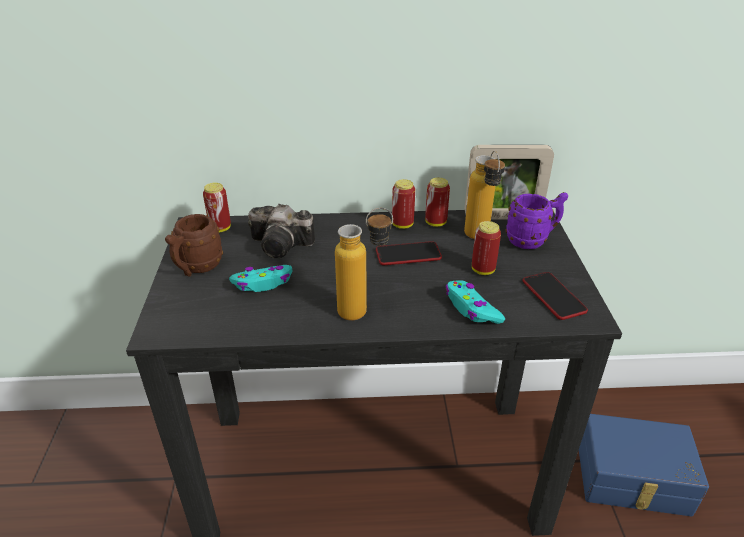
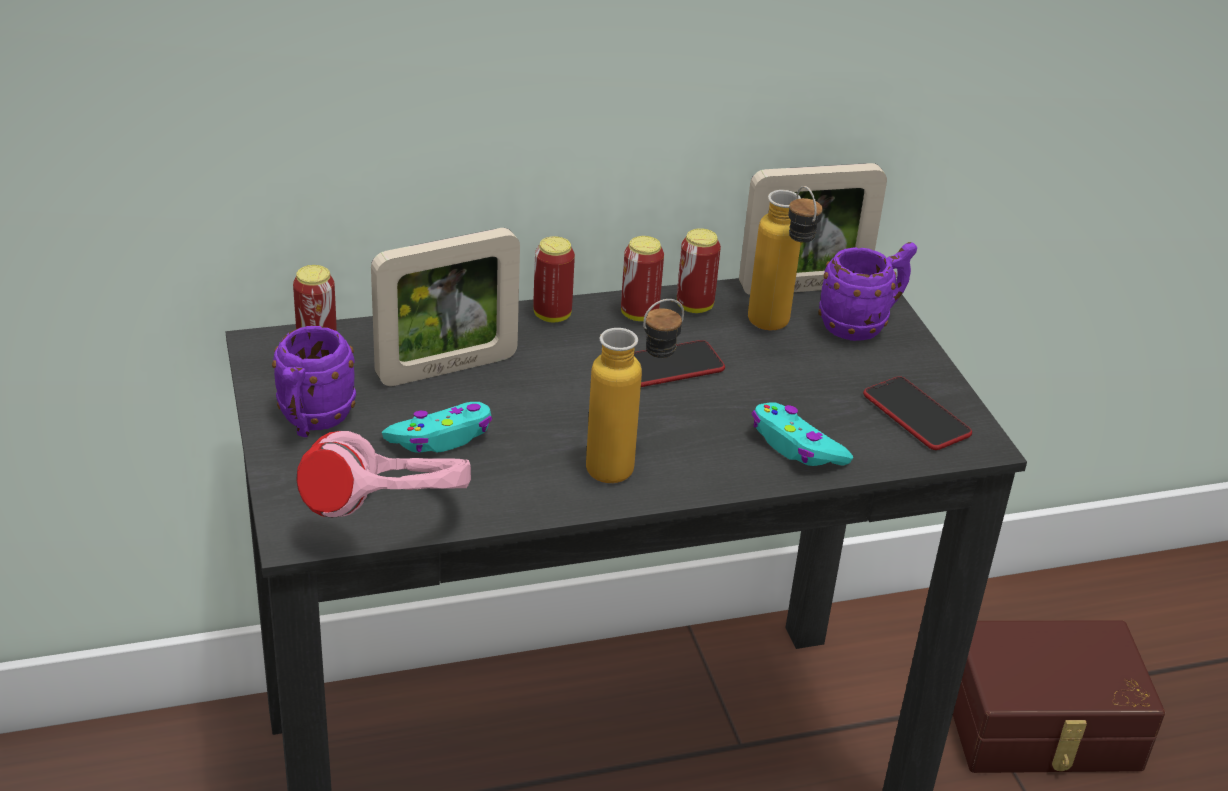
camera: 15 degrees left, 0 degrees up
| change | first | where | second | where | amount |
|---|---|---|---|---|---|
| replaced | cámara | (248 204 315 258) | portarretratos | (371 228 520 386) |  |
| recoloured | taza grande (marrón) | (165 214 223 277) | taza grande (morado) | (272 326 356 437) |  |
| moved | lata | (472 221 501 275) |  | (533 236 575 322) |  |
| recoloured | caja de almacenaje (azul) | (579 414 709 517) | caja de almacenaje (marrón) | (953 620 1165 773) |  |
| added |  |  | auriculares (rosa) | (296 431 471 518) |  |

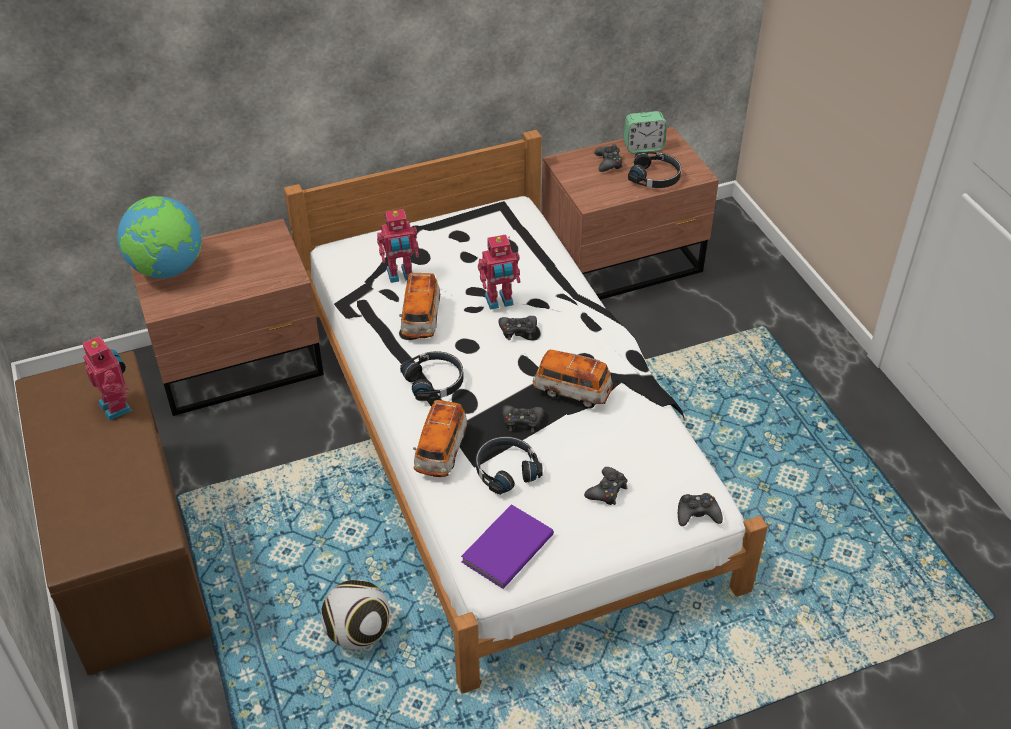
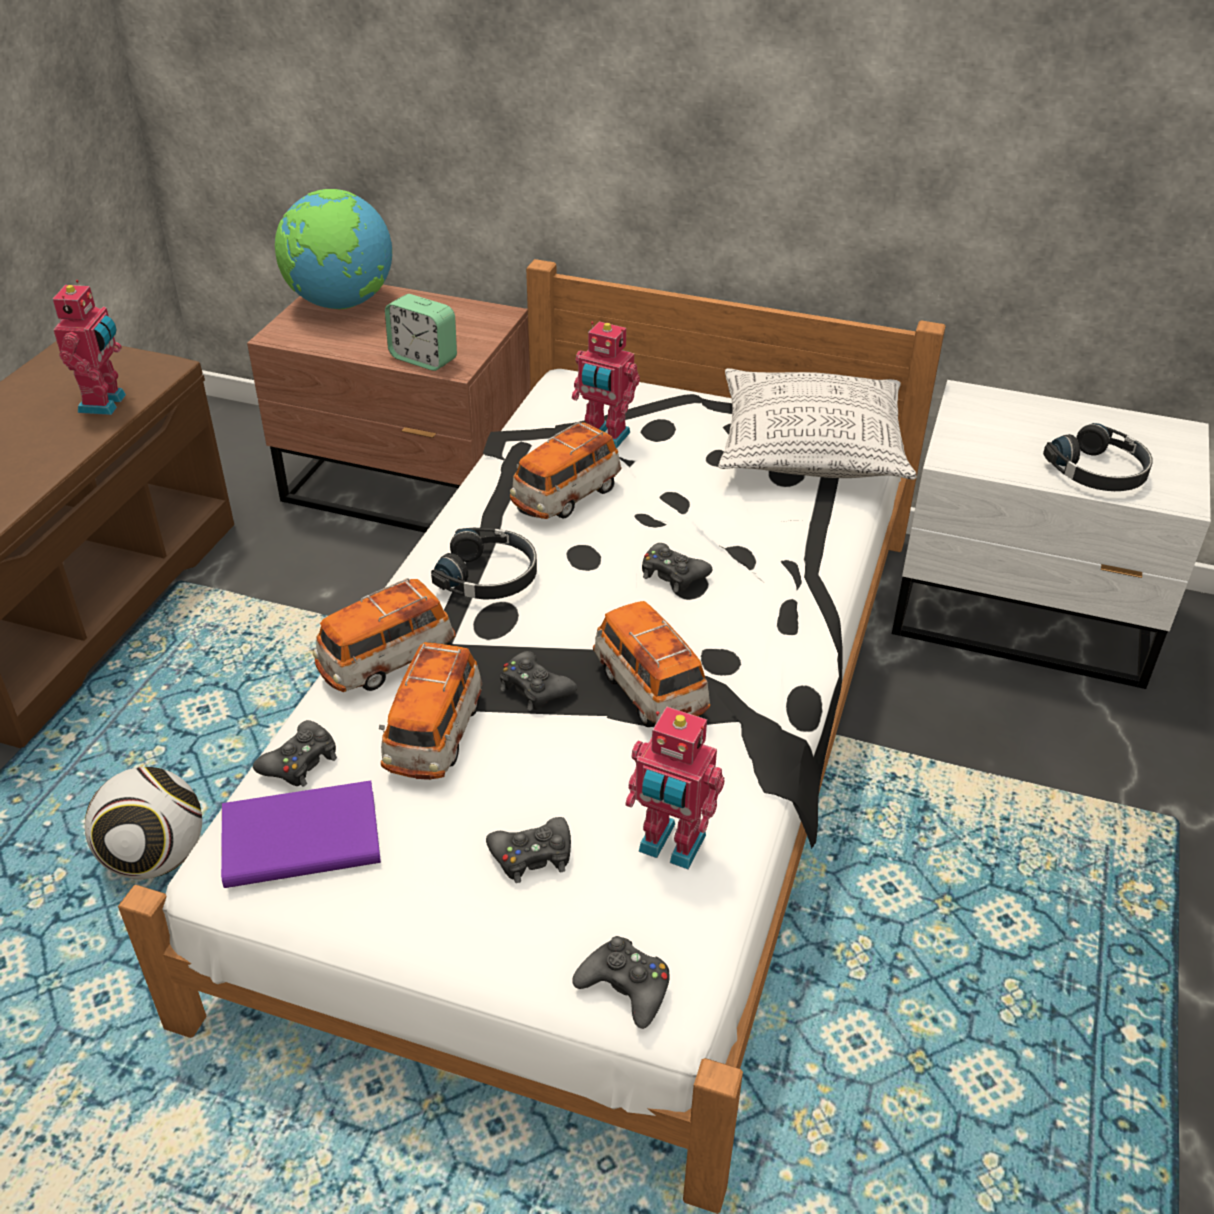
camera: 40 degrees right, 5 degrees down
| change | first | where | second | where | amount |
|---|---|---|---|---|---|
| moved | despertador | (624 111 667 153) |  | (385 294 457 371) |  |
| recoloured | mesita de noche (marrón) | (541 127 719 300) | mesita de noche (blanco) | (892 380 1211 689) |  |
| moved | mando de consola (negro) | (594 144 623 172) |  | (253 720 337 787) |  |
| moved | robot de juguete | (478 235 520 310) |  | (625 707 724 869) |  |
| replaced | auriculares (negro) | (476 437 543 495) | coche de juguete | (379 642 482 780) |  |
| added |  |  | cojín | (718 368 916 480) |  |

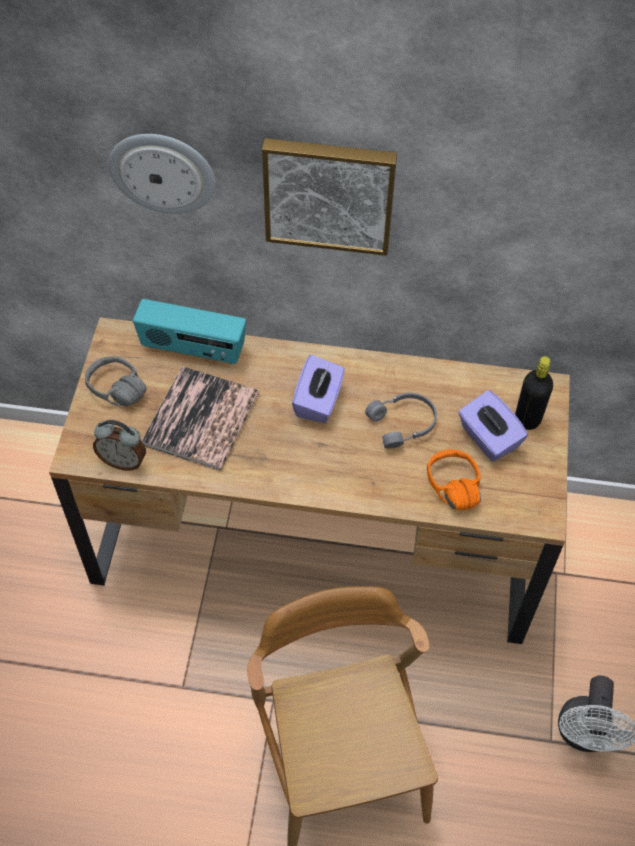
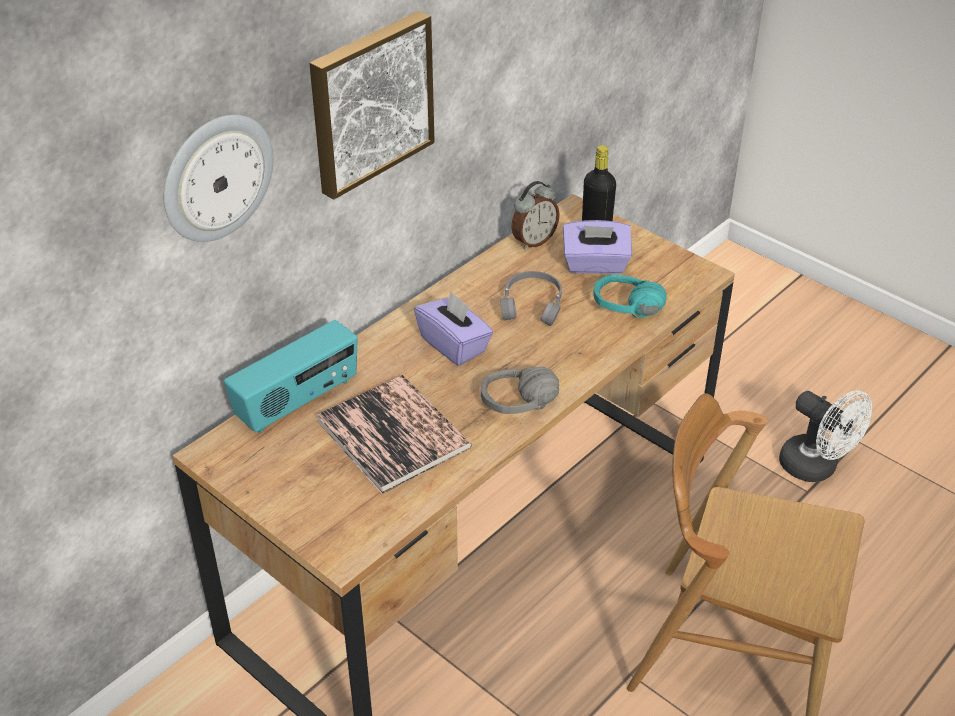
camera: 55 degrees left, 15 degrees down
| change | first | where | second | where | amount |
|---|---|---|---|---|---|
| moved | auriculares (gris) | (85 356 147 406) |  | (481 367 559 414) |  |
| moved | despertador | (93 420 146 471) |  | (511 181 560 250) |  |
| recoloured | auriculares (naranja) | (427 449 481 510) | auriculares (turquesa) | (593 275 667 318) |  |

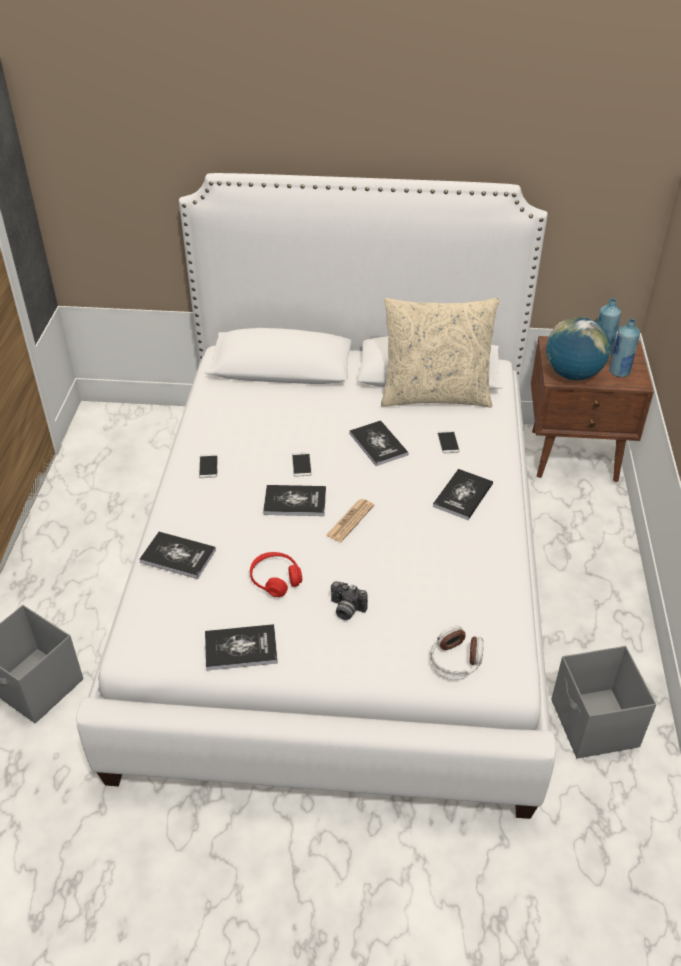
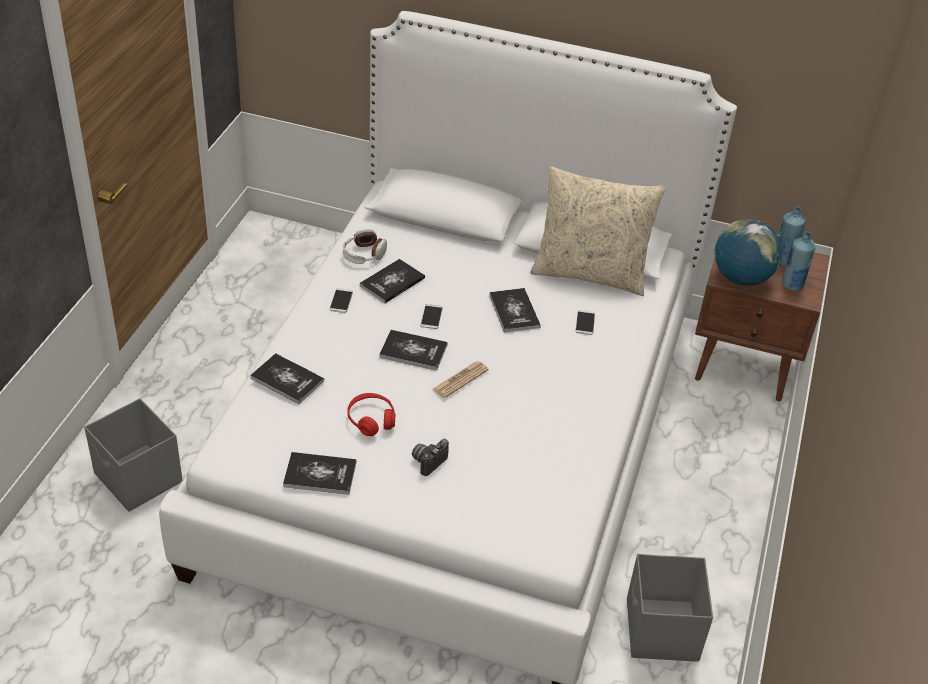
camera: 10 degrees right, 0 degrees up
| change | first | where | second | where | amount |
|---|---|---|---|---|---|
| moved | libro | (433 469 493 520) |  | (360 259 425 303) |  |
| turned | cámara | (331 581 368 620) |  | (412 439 449 476) | 90 degrees clockwise |
| moved | auriculares | (430 626 483 680) |  | (343 229 387 264) |  |

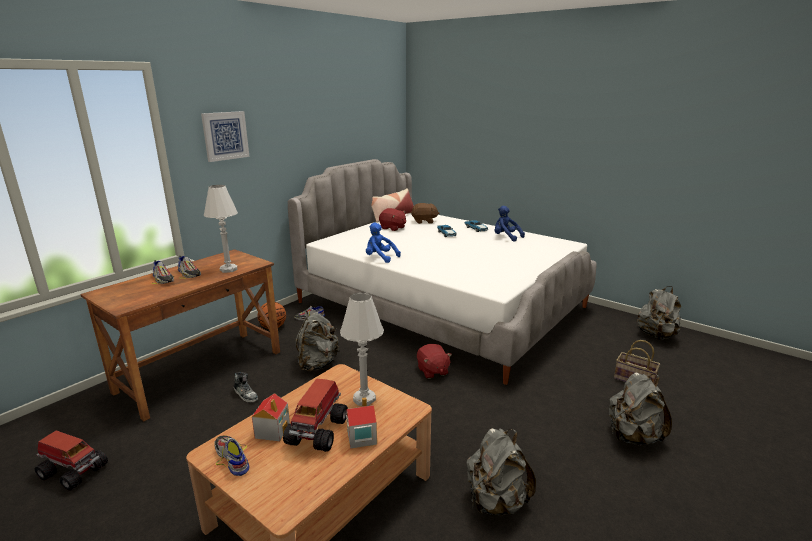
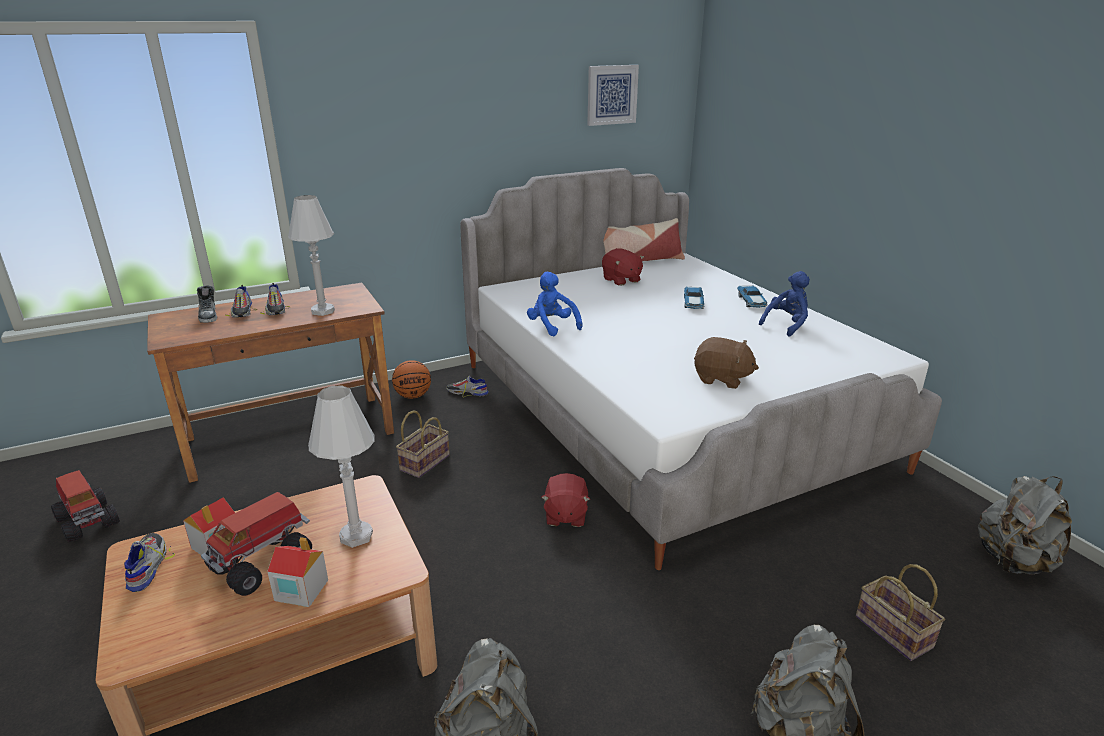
camera: 25 degrees right, 5 degrees up
| change | first | where | second | where | amount |
|---|---|---|---|---|---|
| moved | cuadro | (201 111 250 162) |  | (587 65 639 126) |  |
| moved | peluche (marrón) | (411 203 439 224) |  | (694 337 759 389) |  |
| turned | peluche (azul) | (495 206 525 242) |  | (759 271 810 337) | 75 degrees clockwise |
| replaced | mochila (gris) | (295 310 340 372) | cesta | (396 410 450 478) |  |
| moved | zapato | (234 372 258 402) |  | (197 286 217 323) |  |

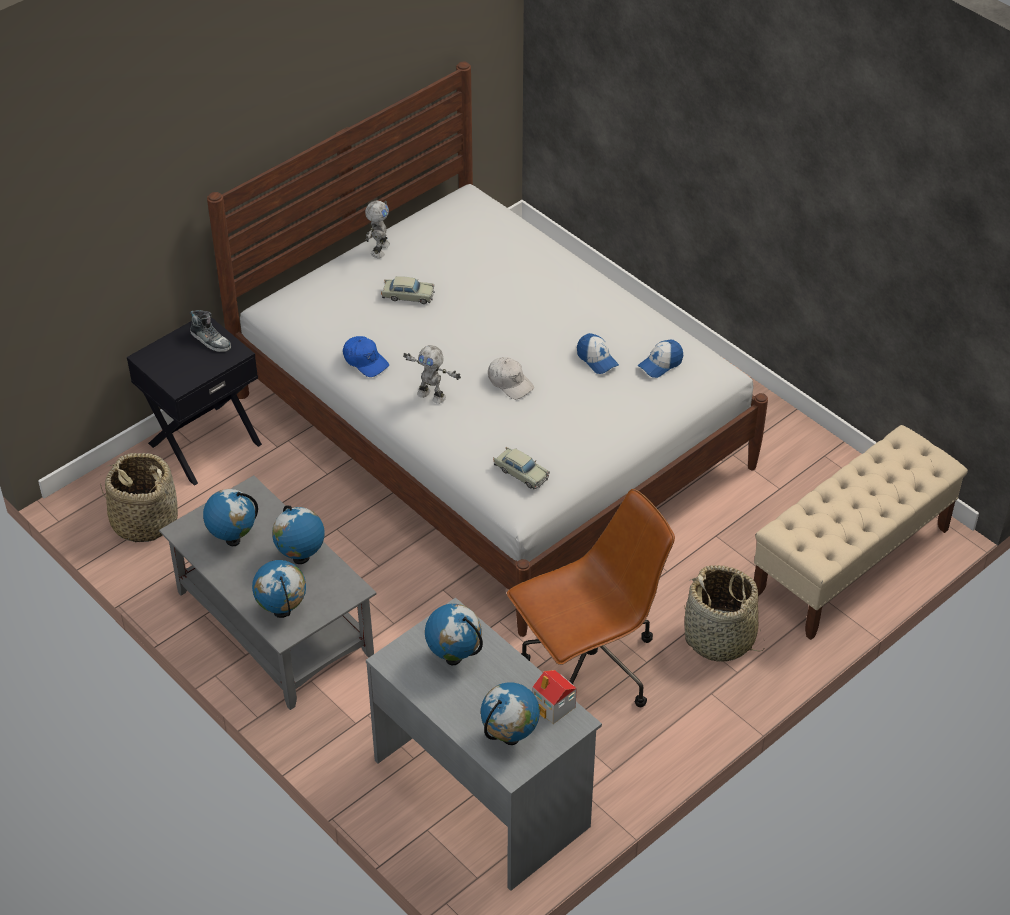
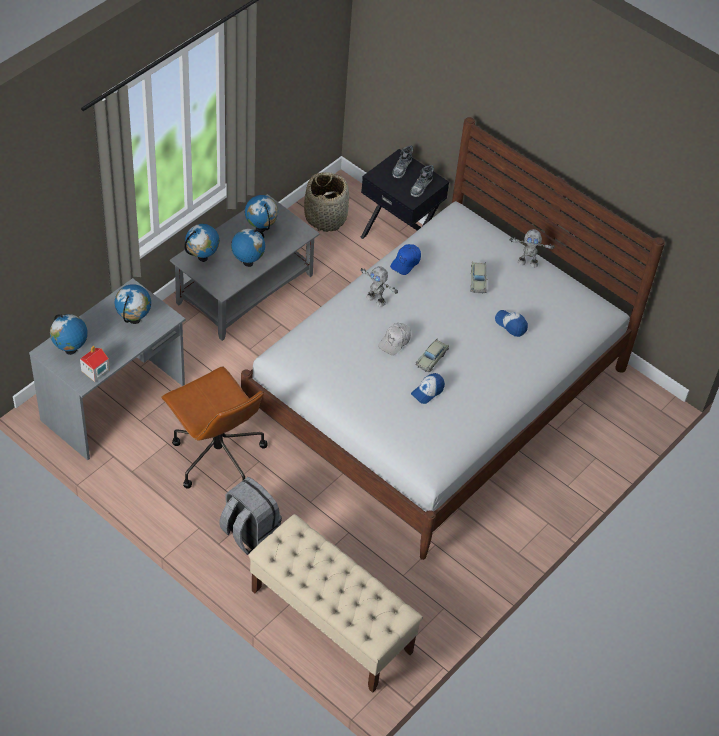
camera: 80 degrees right, 5 degrees up
| change | first | where | second | where | amount |
|---|---|---|---|---|---|
| moved | gorra | (638 340 683 378) |  | (495 310 528 337) |  |
| turned | robot de juguete | (403 345 461 404) |  | (360 267 398 307) | 75 degrees counterclockwise |
| moved | coche de juguete (beis) | (494 447 550 490) |  | (416 338 449 373) |  |
| replaced | cesta | (684 565 765 662) | mochila (gris) | (219 477 282 555) |  |
| added |  |  | zapato | (393 145 413 178) |  |

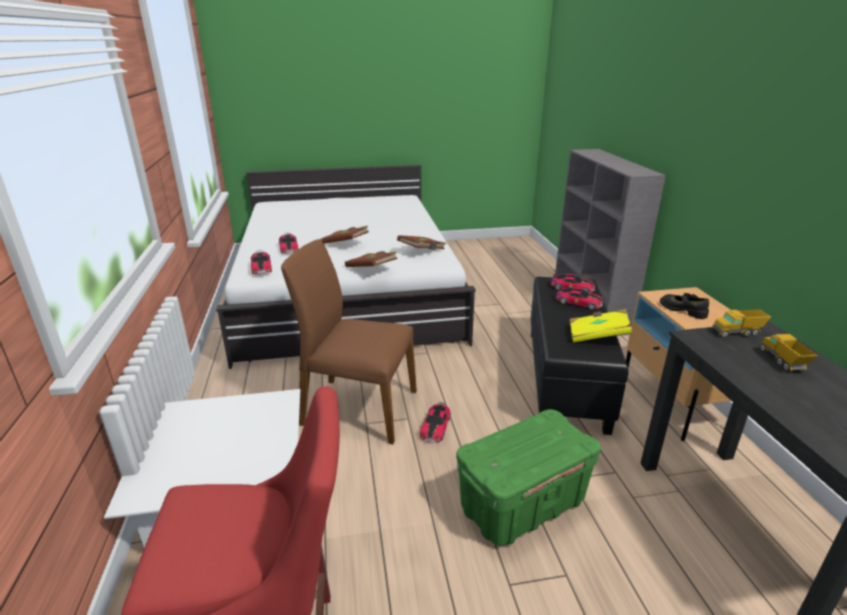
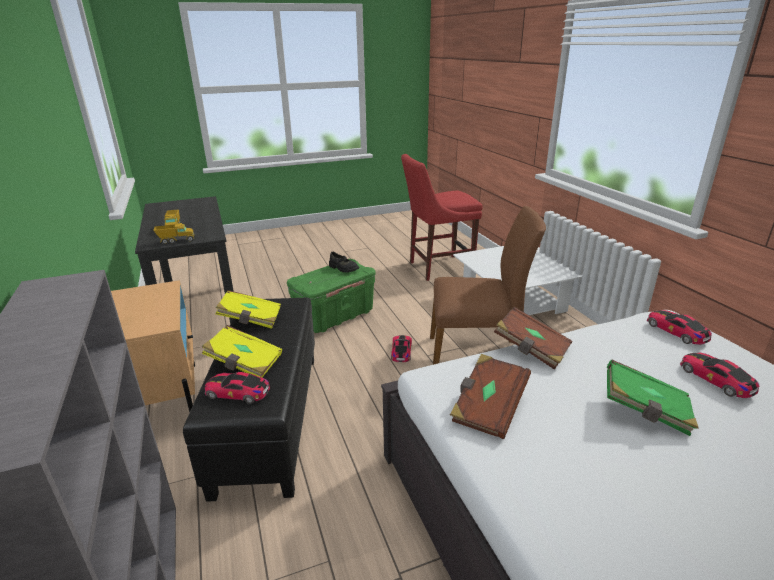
camera: 170 degrees right, 0 degrees up
| change | first | where | second | where | amount |
|---|---|---|---|---|---|
| recoloured | libro (marrón) | (321 226 369 244) | libro (verde) | (607 360 699 436) |  |
| replaced | coche de juguete | (556 287 603 310) | libro (amarillo) | (202 325 282 377) |  |
| moved | zapato (negro) | (660 293 709 319) |  | (329 252 359 273) |  |

